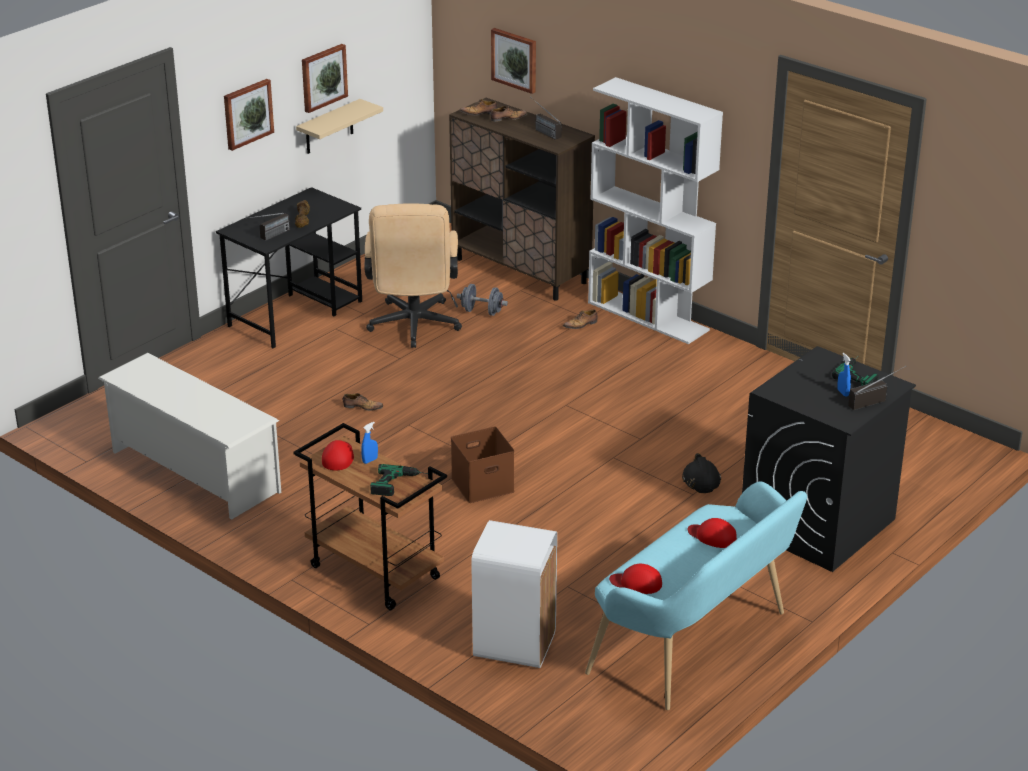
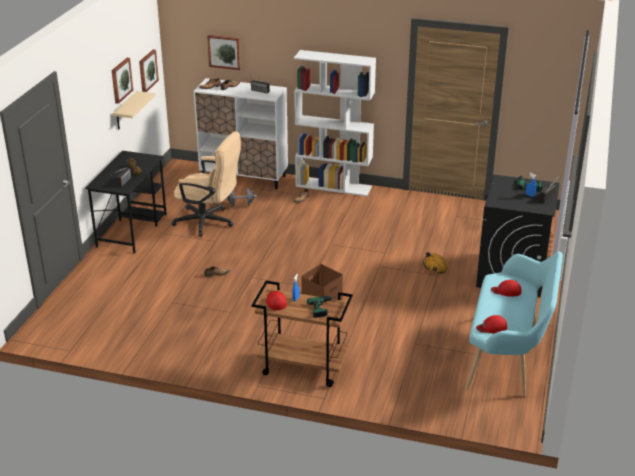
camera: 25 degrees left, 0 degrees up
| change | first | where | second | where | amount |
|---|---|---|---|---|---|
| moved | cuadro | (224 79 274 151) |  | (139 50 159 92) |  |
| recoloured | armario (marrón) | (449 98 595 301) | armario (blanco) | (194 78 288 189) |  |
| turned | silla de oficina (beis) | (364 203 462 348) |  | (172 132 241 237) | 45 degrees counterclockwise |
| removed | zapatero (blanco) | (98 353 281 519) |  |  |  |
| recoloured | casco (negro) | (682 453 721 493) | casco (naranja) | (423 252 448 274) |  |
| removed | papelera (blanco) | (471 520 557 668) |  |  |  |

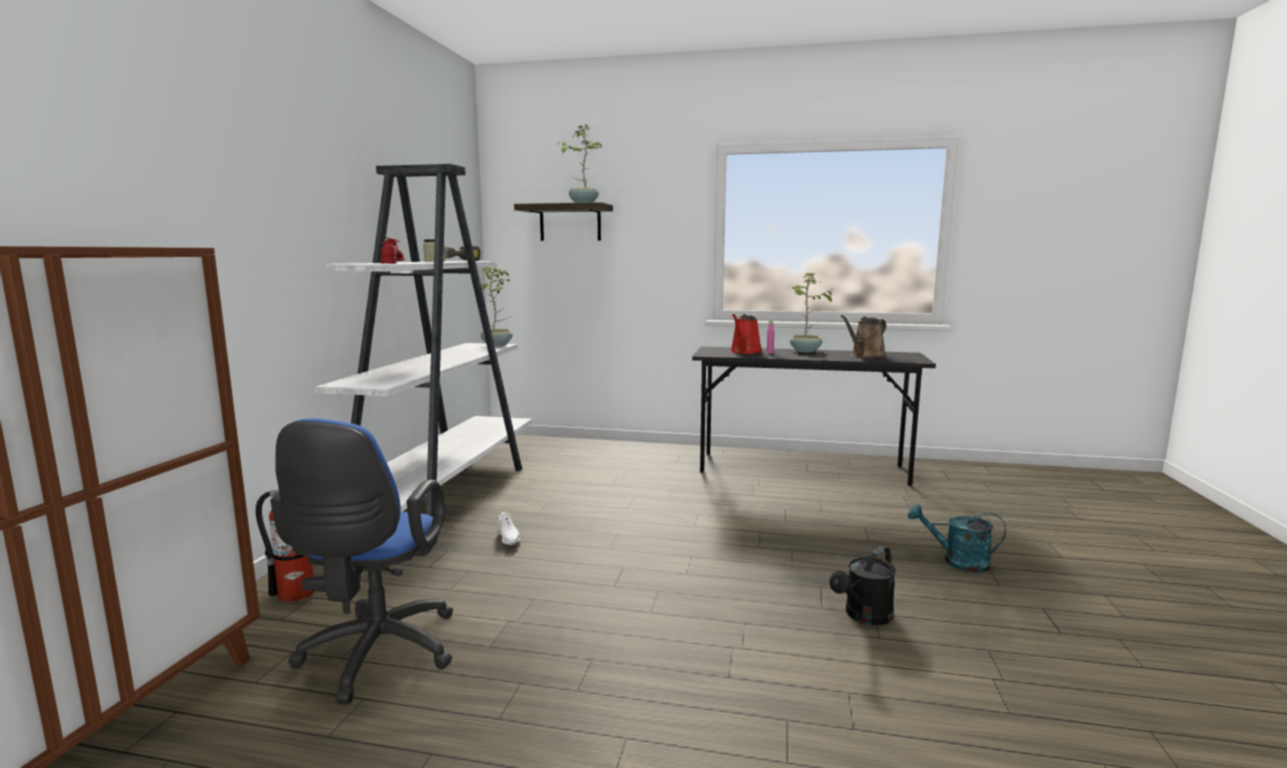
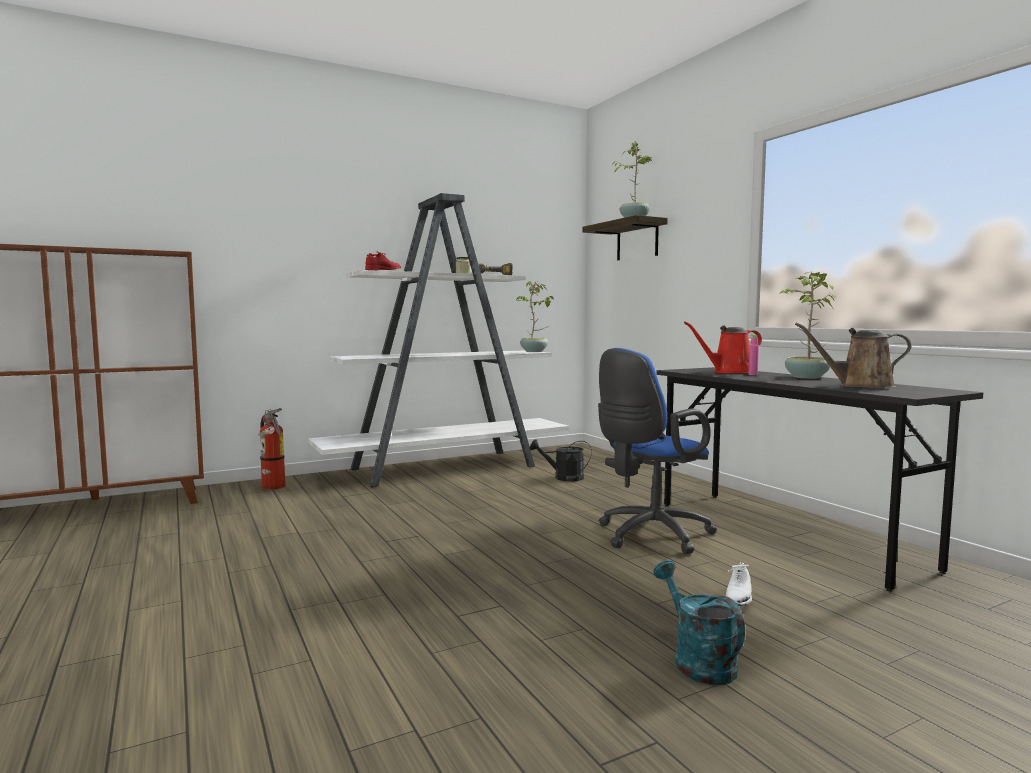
camera: 50 degrees right, 5 degrees down
| change | first | where | second | where | amount |
|---|---|---|---|---|---|
| moved | silla de oficina (azul) | (270 418 453 704) |  | (598 348 717 554) |  |
| moved | zapato (blanco) | (498 512 520 546) |  | (726 562 752 606) |  |
| moved | regadera (negro) | (830 546 896 625) |  | (529 439 592 481) |  |

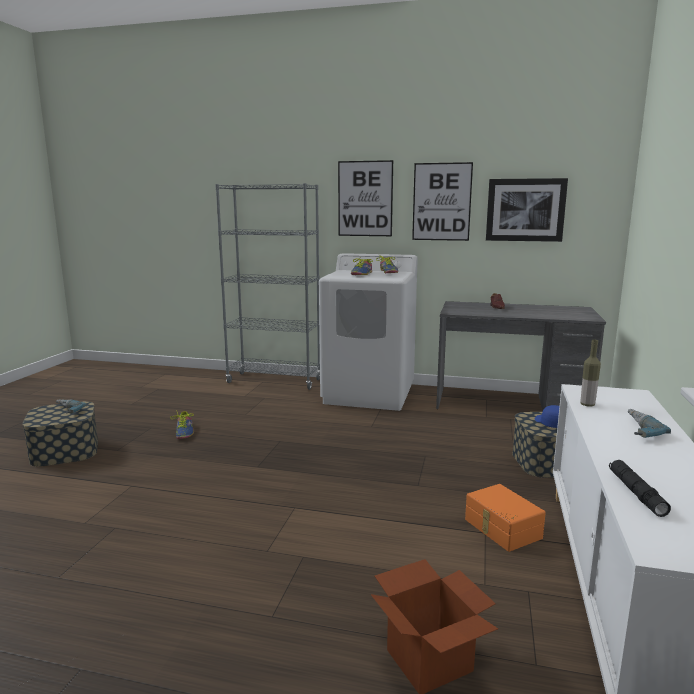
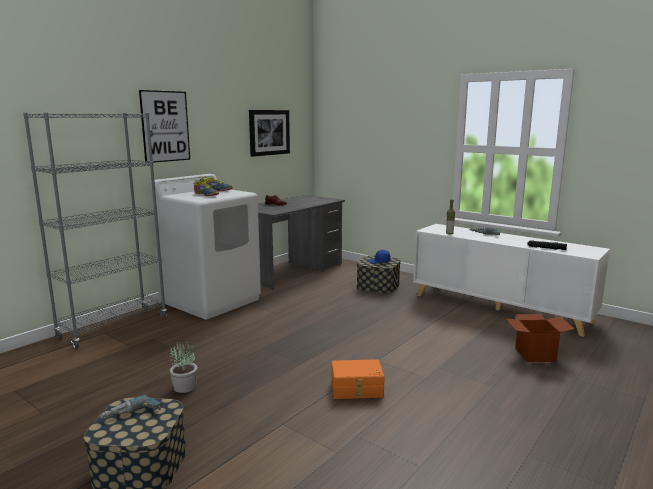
camera: 65 degrees left, 0 degrees up
| change | first | where | second | where | amount |
|---|---|---|---|---|---|
| removed | cuadro | (412 162 473 241) |  |  |  |
| replaced | zapato | (170 410 194 439) | planta en maceta | (170 341 198 393) |  |
| moved | caja de almacenaje (naranja) | (465 484 546 552) |  | (332 359 384 399) |  |

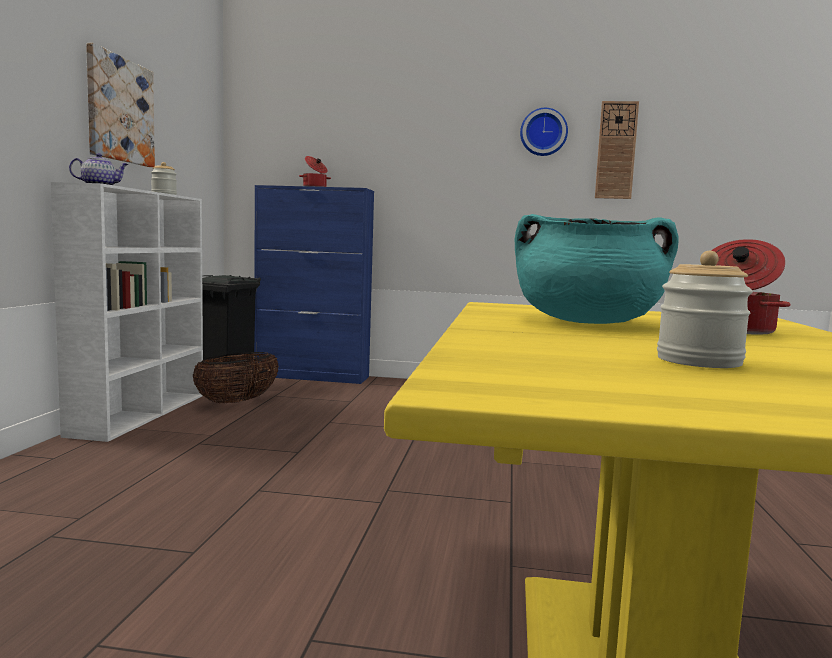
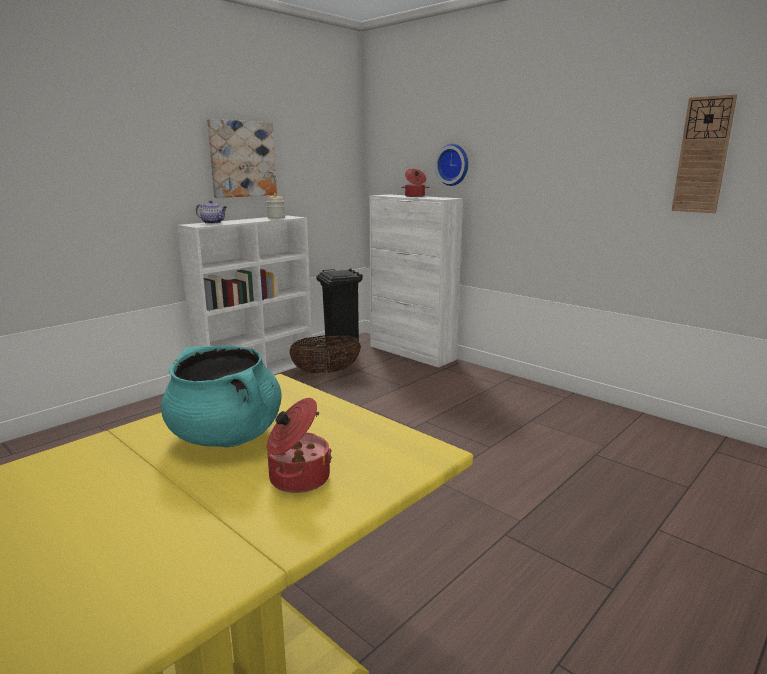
camera: 35 degrees right, 10 degrees up
| change | first | where | second | where | amount |
|---|---|---|---|---|---|
| moved | reloj de pared | (520 108 568 156) |  | (435 144 468 186) |  |
| recoloured | armario (azul) | (254 185 374 384) | armario (blanco) | (369 194 463 368) |  |
| removed | tarro | (657 251 753 368) |  |  |  |

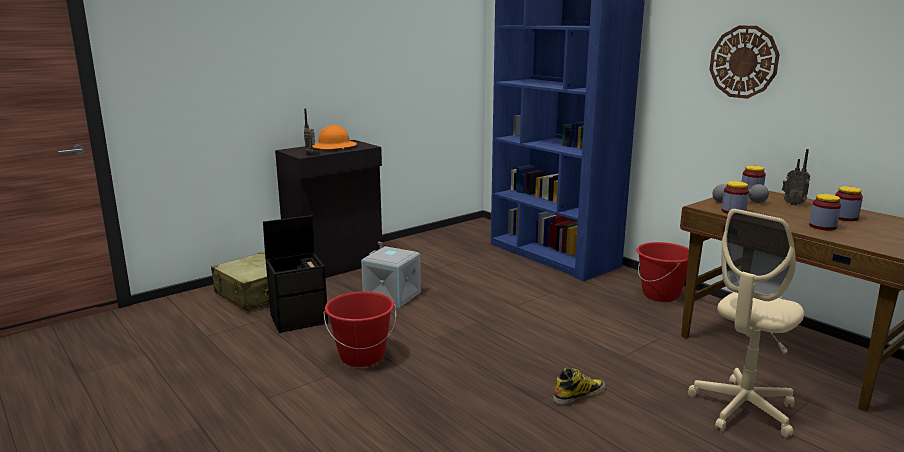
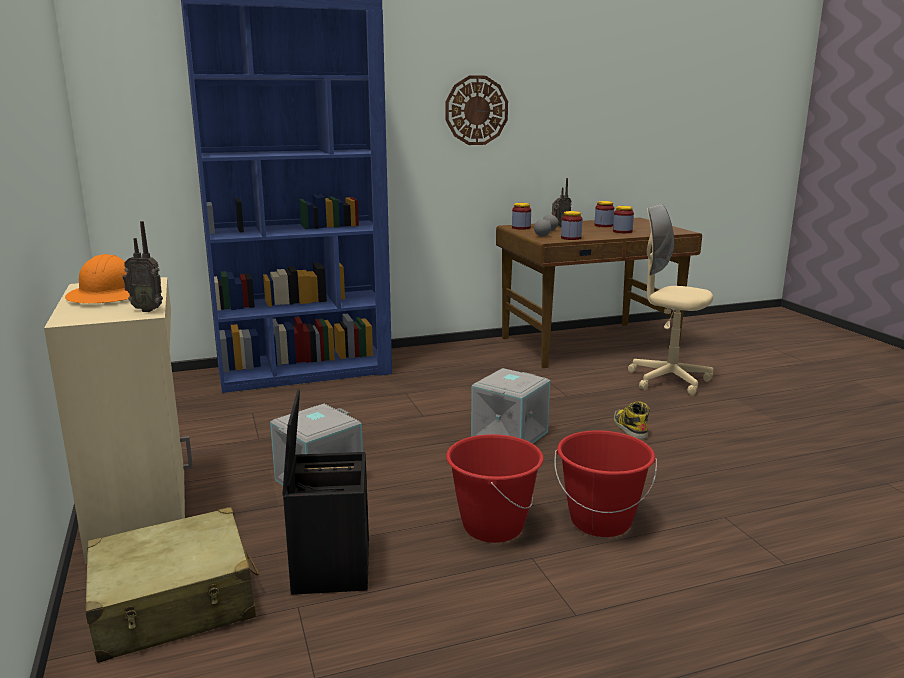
camera: 70 degrees left, 0 degrees up
| change | first | where | second | where | amount |
|---|---|---|---|---|---|
| recoloured | armario (negro) | (275 140 383 278) | armario (beis) | (44 277 193 564) |  |
| turned | silla de oficina (beis) | (688 209 804 438) |  | (628 204 714 396) | 150 degrees clockwise |
| moved | cubo (rojo) | (636 242 689 302) |  | (554 430 657 537) |  |
| added |  |  | caja de almacenaje (gris) | (471 368 550 444) |  |

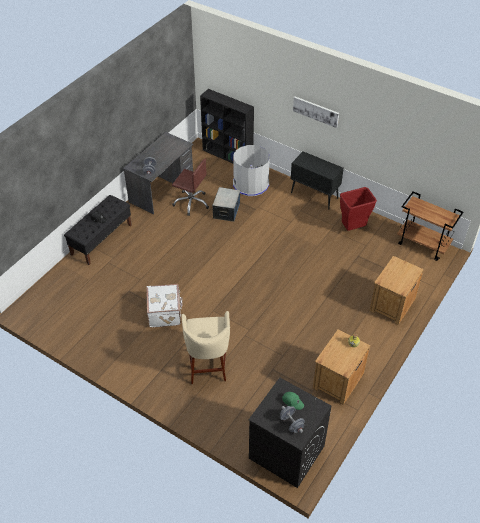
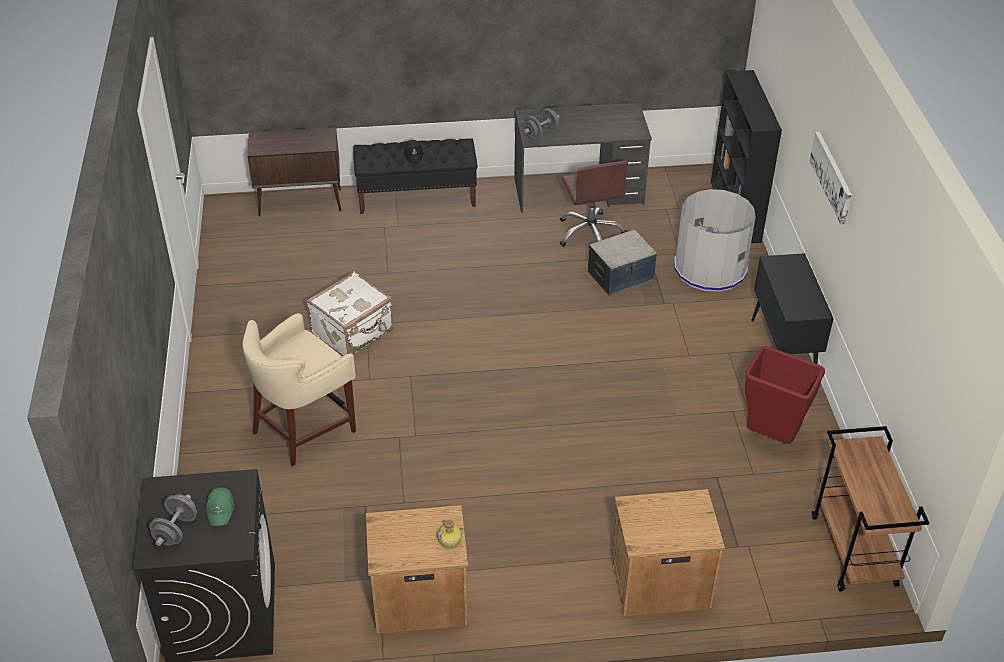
camera: 50 degrees right, 5 degrees down
| change | first | where | second | where | amount |
|---|---|---|---|---|---|
| added |  |  | armario (marrón) | (247 127 342 217) |  |

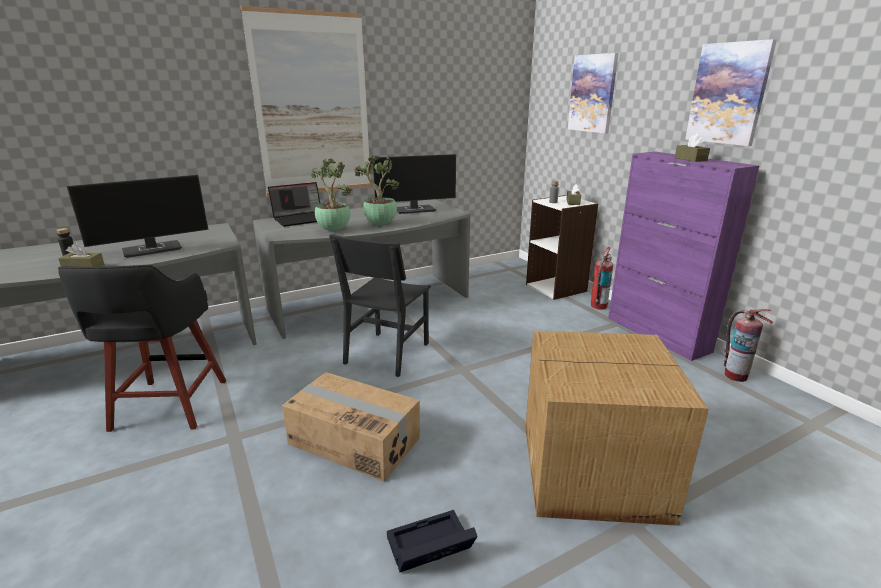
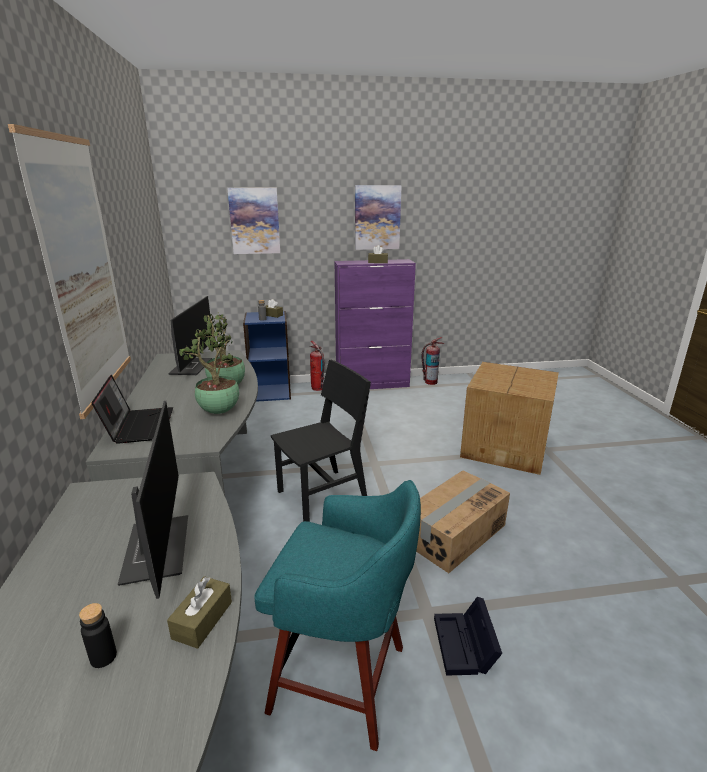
camera: 70 degrees left, 0 degrees up
| change | first | where | second | where | amount |
|---|---|---|---|---|---|
| recoloured | estantería (blanco) | (526 195 598 300) | estantería (azul) | (243 311 291 402) |  |
| turned | silla (negro) | (329 234 431 377) |  | (271 360 371 522) | 75 degrees counterclockwise |
| recoloured | taburete (negro) | (58 265 226 432) | taburete (turquesa) | (254 480 421 751) |  |
| moved | caja de almacenaje (negro) | (387 510 478 572) |  | (434 597 502 676) |  |

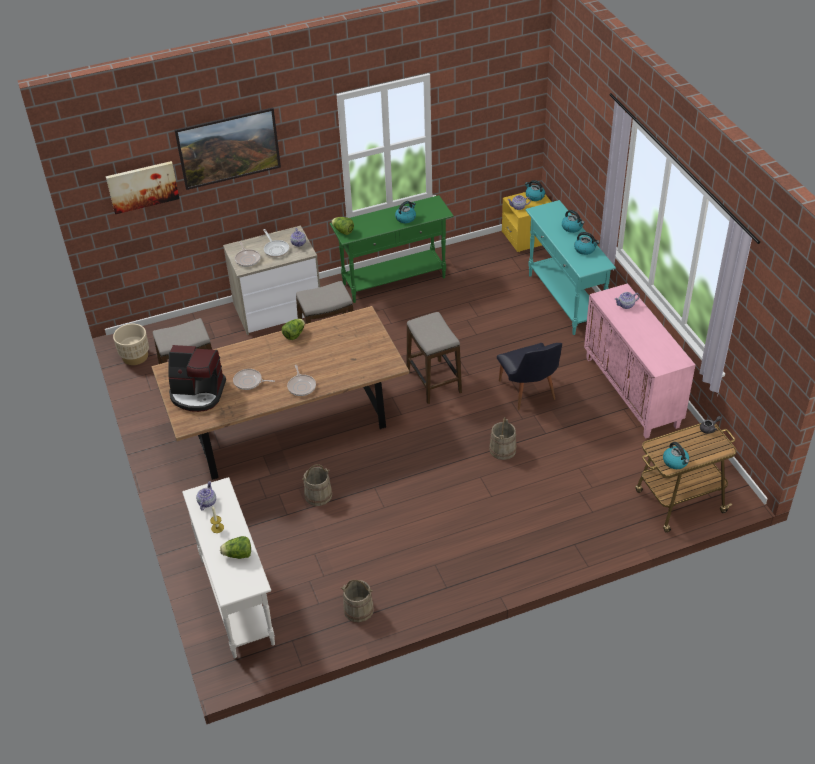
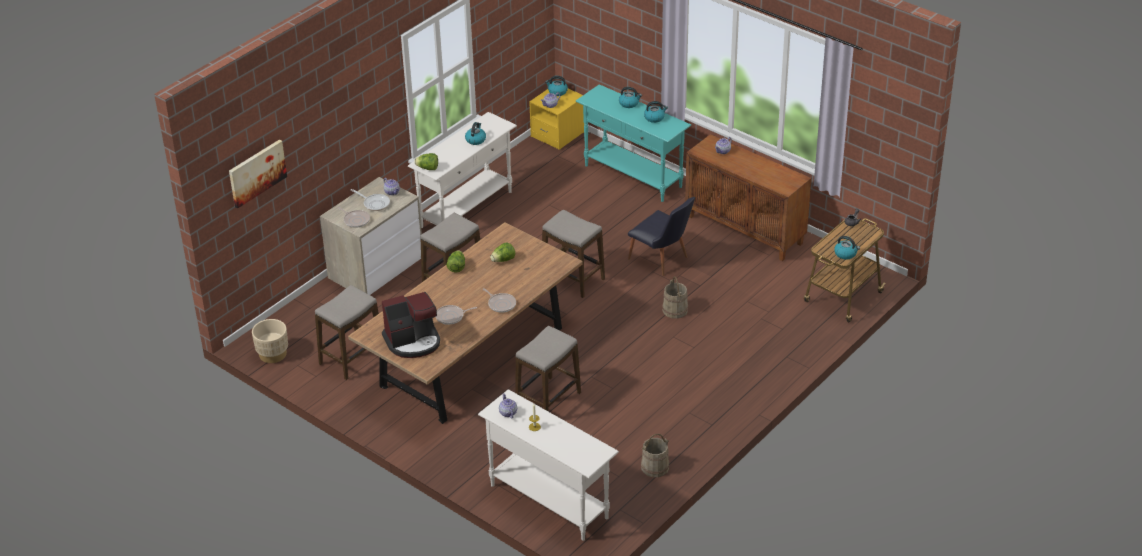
camera: 30 degrees left, 5 degrees down
| change | first | where | second | where | amount |
|---|---|---|---|---|---|
| removed | cuadro | (175 107 281 190) |  |  |  |
| recoloured | mesa consola (verde) | (330 195 454 303) | mesa consola (blanco) | (408 112 517 228) |  |
| recoloured | armario (rosa) | (584 283 695 438) | armario (marrón) | (685 134 811 261) |  |
| replaced | cubo (beis) | (302 464 332 506) | taburete | (516 326 581 411) |  |
| moved | lechuga | (220 536 251 559) |  | (490 243 515 262) |  |

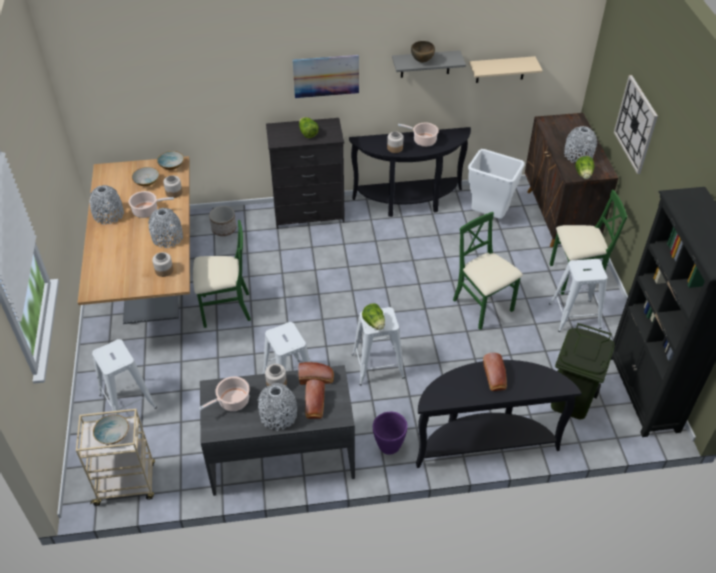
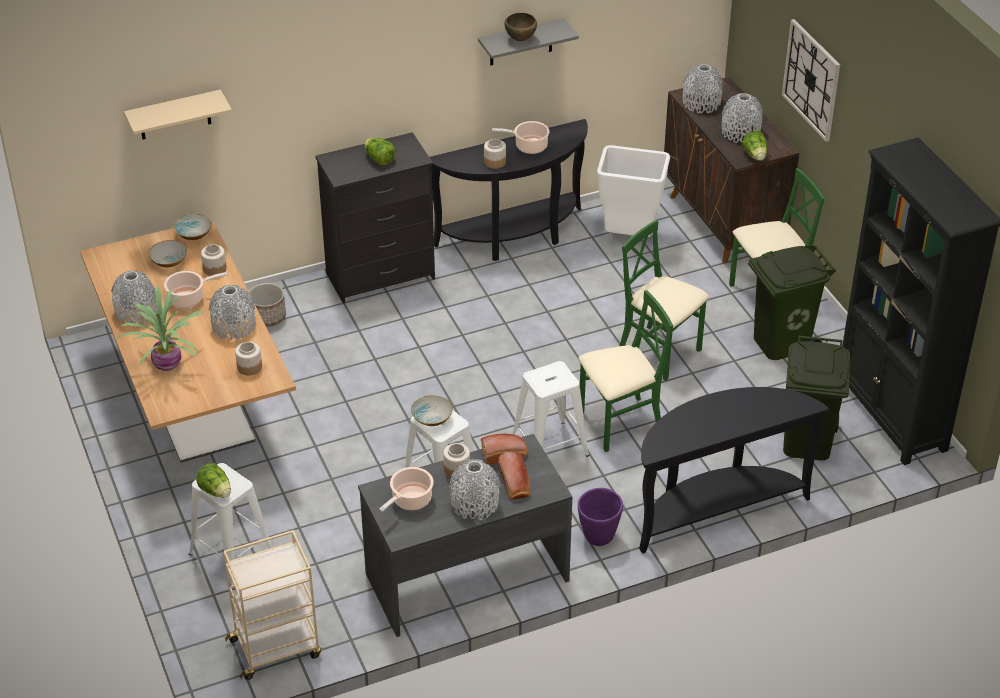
camera: 15 degrees left, 5 degrees down
| change | first | where | second | where | amount |
|---|---|---|---|---|---|
| removed | cuadro | (293 55 359 98) |  |  |  |
| moved | estante (beis) | (469 56 543 83) |  | (124 90 232 139) |  |
| moved | silla (verde) | (193 220 251 328) |  | (579 290 673 452) |  |
| replaced | taburete (blanco) | (549 259 607 332) | papelera (verde) | (748 246 836 360) |  |
| moved | lechuga | (362 303 385 330) |  | (196 463 231 498) |  |
| removed | pan | (483 353 507 391) |  |  |  |
| moved | cuenco | (93 414 129 445) |  | (411 395 453 426) |  |
| added |  |  | florero (gris) | (683 64 723 113) |  |
| added |  |  | planta en maceta | (118 286 203 371) |  |

